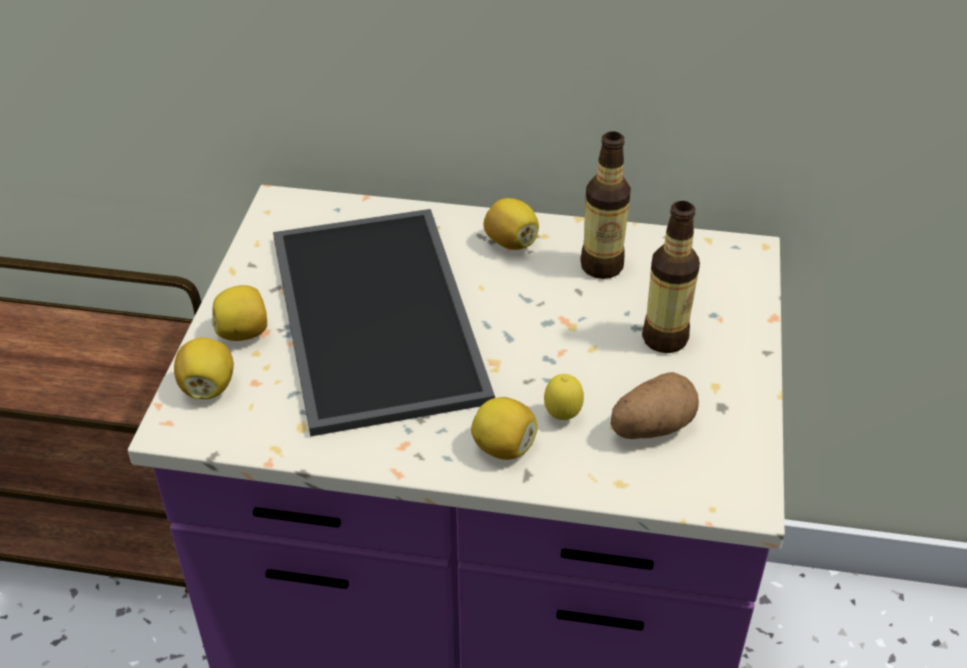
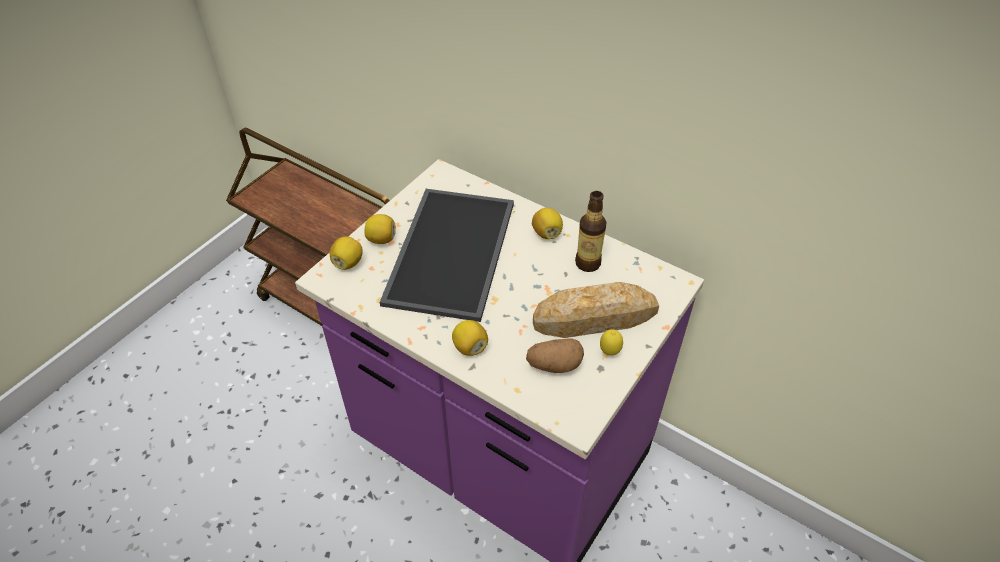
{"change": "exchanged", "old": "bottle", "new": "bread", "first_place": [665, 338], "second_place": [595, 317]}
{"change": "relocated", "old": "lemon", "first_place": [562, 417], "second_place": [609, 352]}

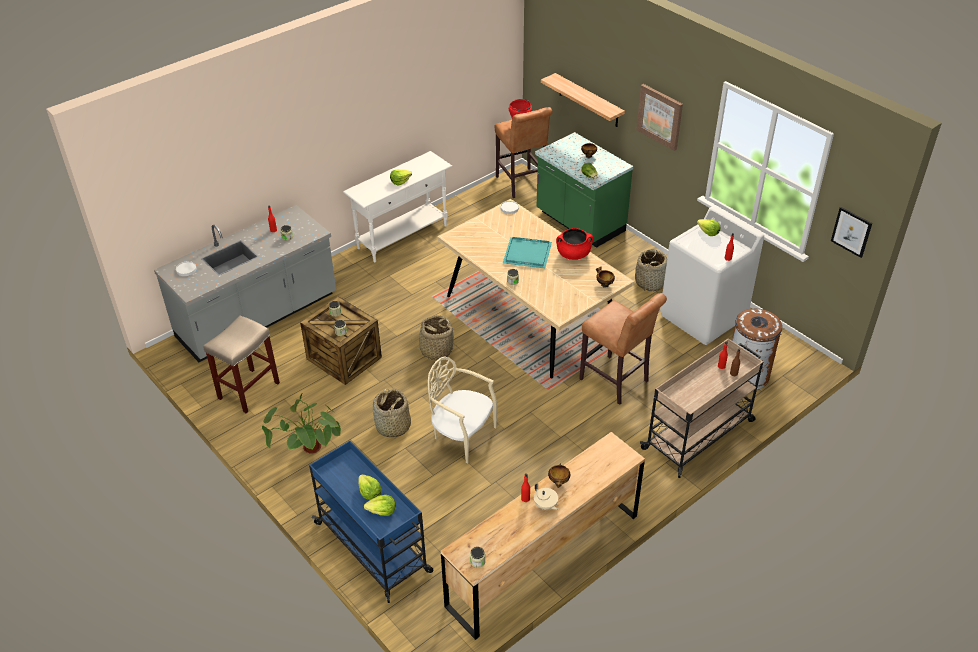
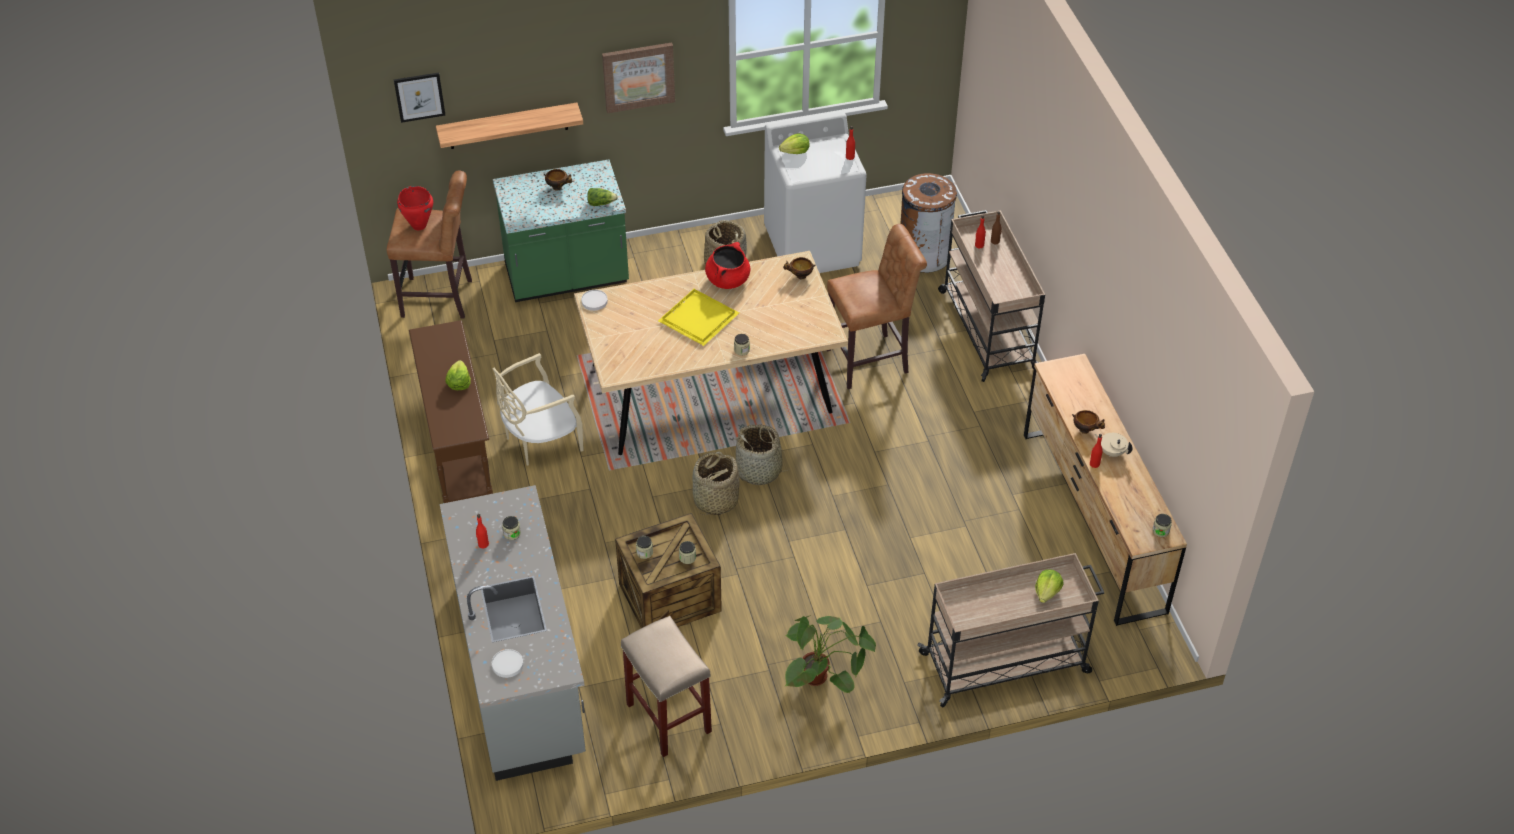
{"change": "relocated", "old": "picture", "first_place": [851, 231], "second_place": [419, 96]}
{"change": "colour", "old": "white console table", "new": "brown console table", "first_place": [403, 237], "second_place": [460, 458]}
{"change": "relocated", "old": "beige chair", "first_place": [462, 435], "second_place": [540, 441]}
{"change": "colour", "old": "turquoise tray", "new": "yellow tray", "first_place": [528, 253], "second_place": [698, 317]}
{"change": "relocated", "old": "basket", "first_place": [393, 426], "second_place": [759, 470]}
{"change": "colour", "old": "blue cart", "new": "beige cart", "first_place": [373, 548], "second_place": [1006, 663]}
{"change": "spun", "old": "beige teapot", "first_place": [545, 506], "second_place": [1111, 452], "degrees": -135}
{"change": "missing", "old": "lettuce", "first_place": [369, 492]}

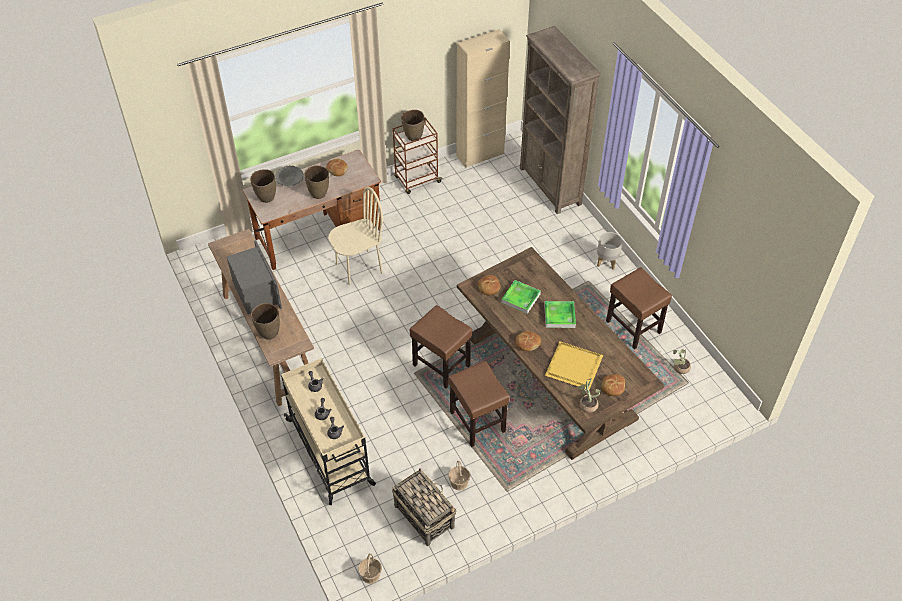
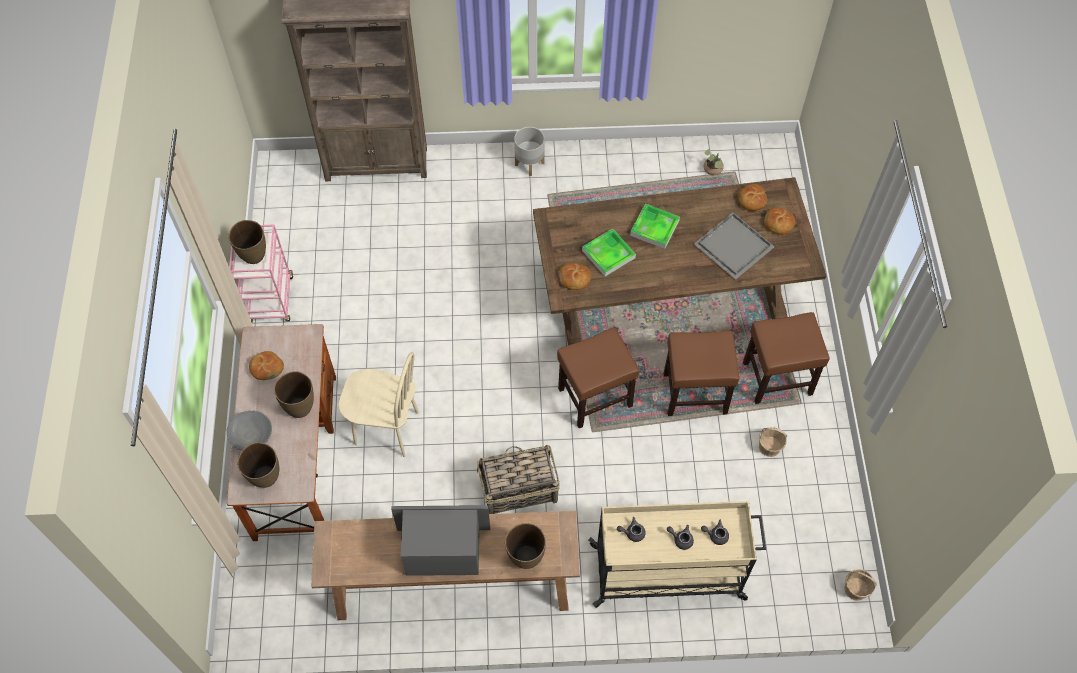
{"change": "colour", "old": "brown cart", "new": "pink cart", "first_place": [417, 180], "second_place": [271, 300]}
{"change": "spun", "old": "beige chair", "first_place": [359, 268], "second_place": [386, 429], "degrees": 105}
{"change": "relocated", "old": "basket", "first_place": [424, 515], "second_place": [518, 490]}
{"change": "colour", "old": "yellow tray", "new": "grey tray", "first_place": [575, 366], "second_place": [733, 245]}
{"change": "relocated", "old": "bread", "first_place": [527, 343], "second_place": [751, 200]}
{"change": "relocated", "old": "brown stool", "first_place": [632, 326], "second_place": [776, 378]}
{"change": "missing", "old": "beige cabinet", "first_place": [480, 155]}
{"change": "missing", "old": "potted plant", "first_place": [587, 404]}

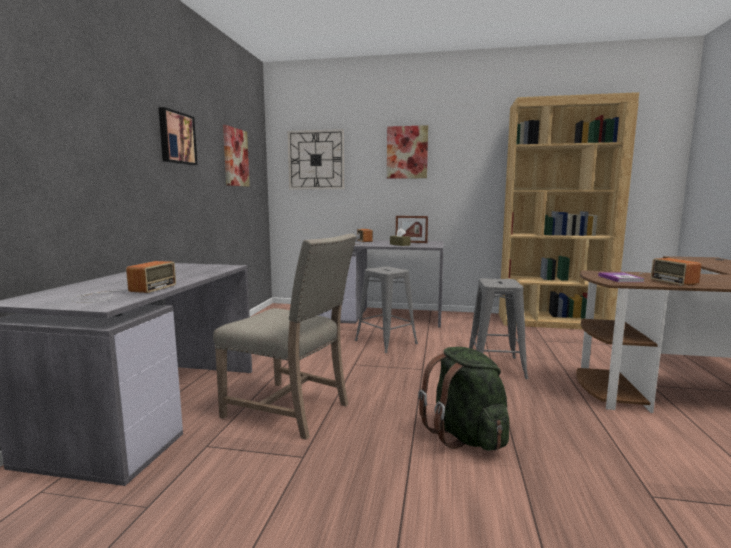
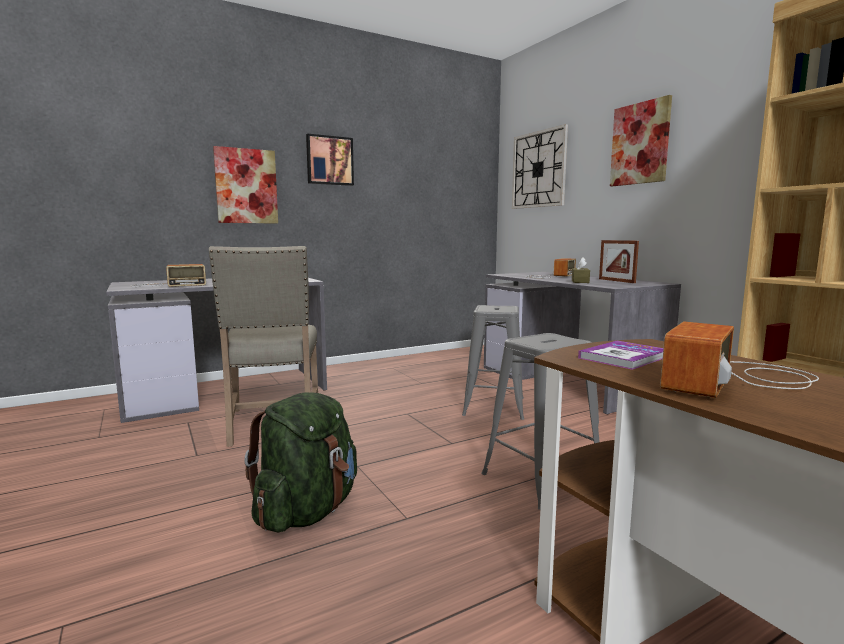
{"change": "relocated", "old": "picture", "first_place": [235, 157], "second_place": [246, 186]}

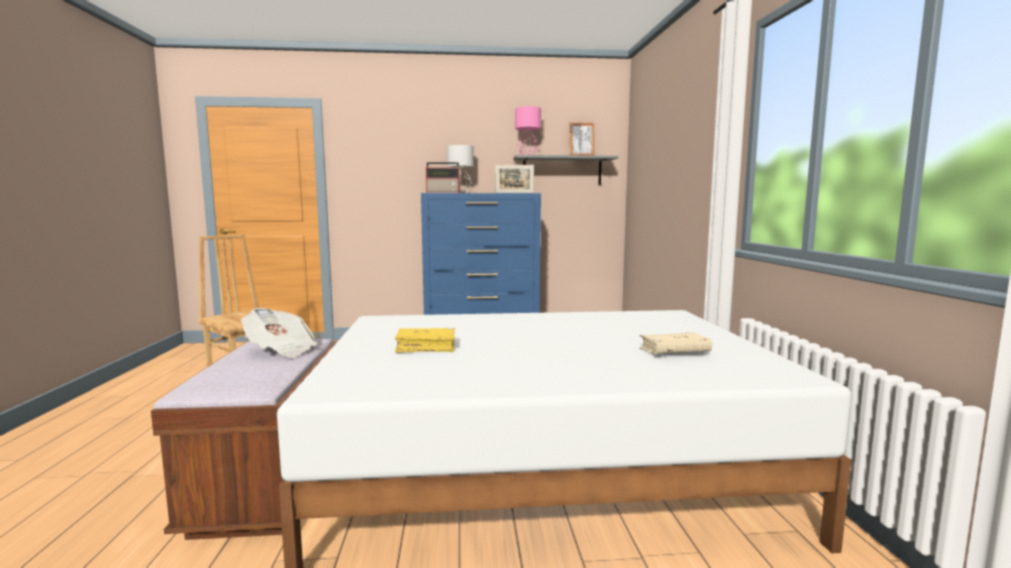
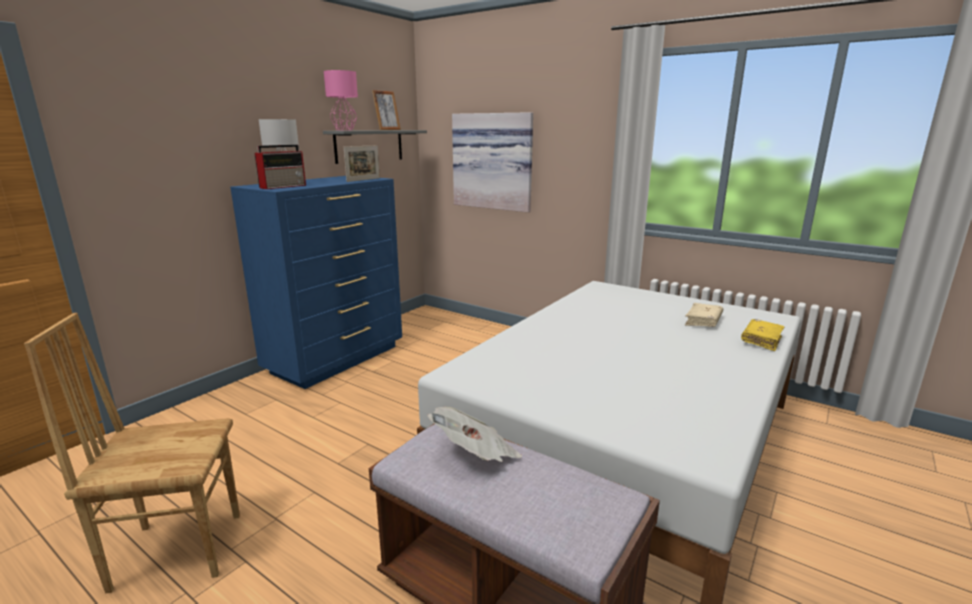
{"change": "appeared", "new": "picture", "second_place": [493, 161]}
{"change": "relocated", "old": "yellow book", "first_place": [426, 347], "second_place": [761, 340]}

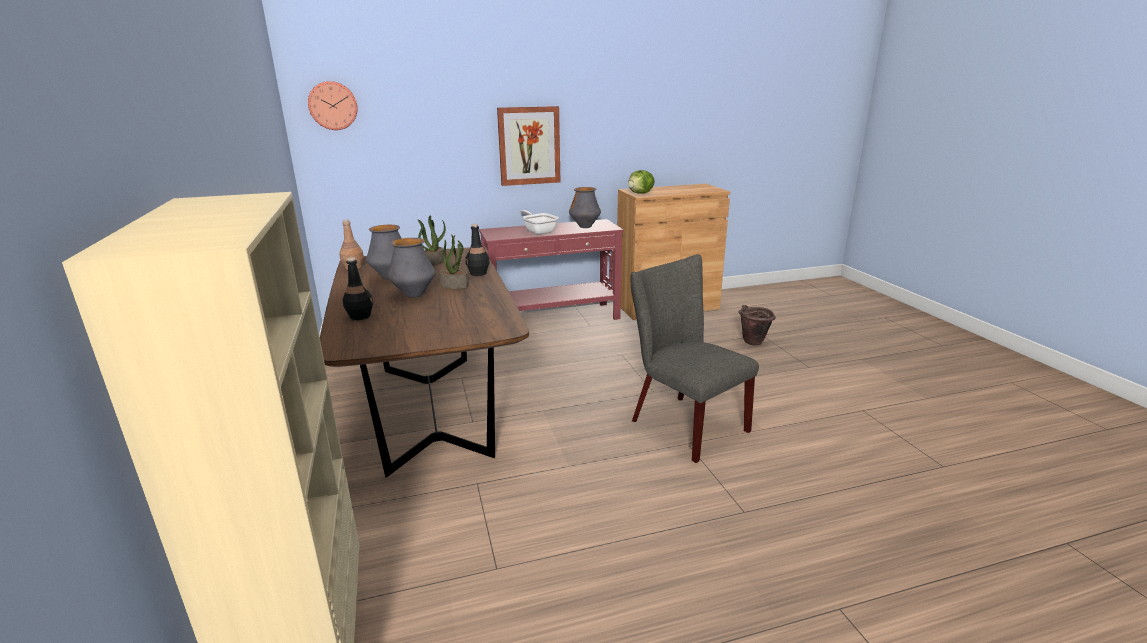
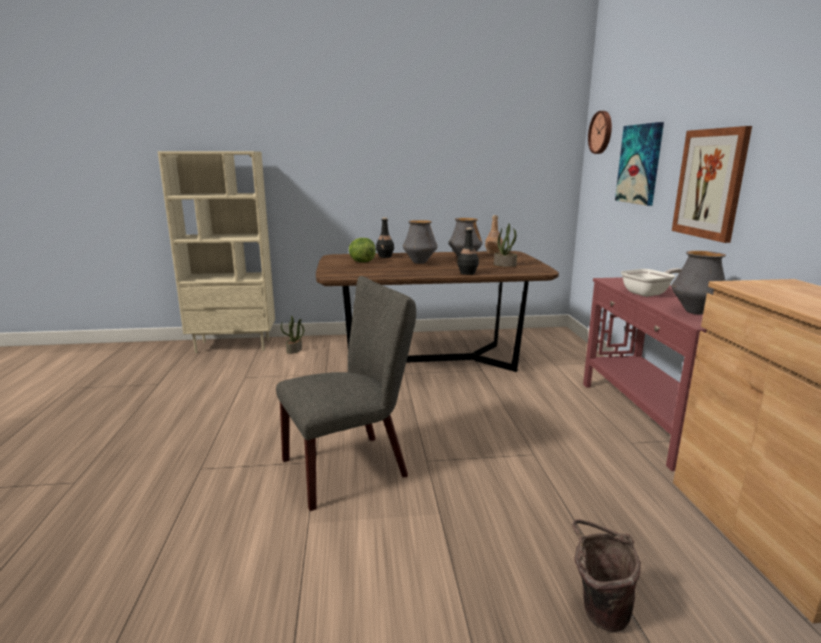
{"change": "relocated", "old": "potted plant", "first_place": [455, 285], "second_place": [294, 350]}
{"change": "relocated", "old": "lettuce", "first_place": [640, 193], "second_place": [361, 262]}
{"change": "appeared", "new": "picture", "second_place": [640, 164]}

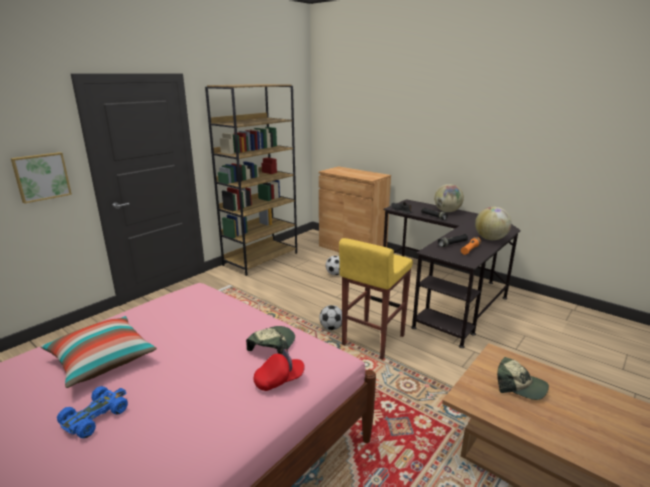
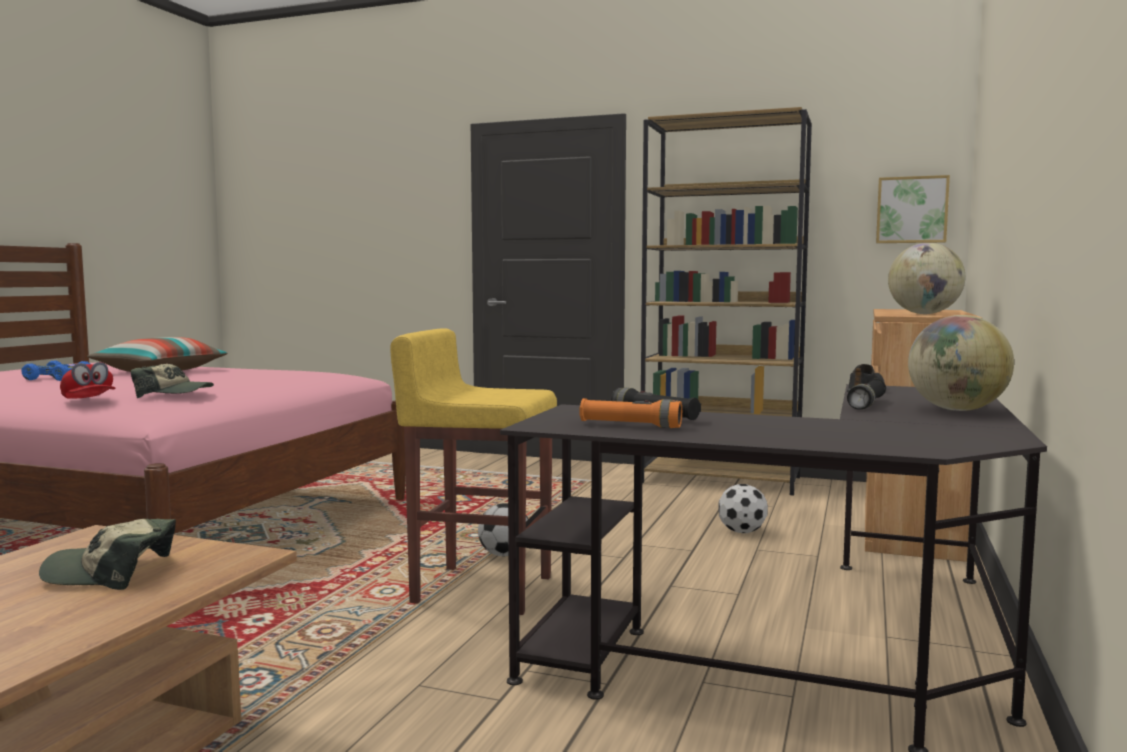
{"change": "spun", "old": "cap", "first_place": [520, 386], "second_place": [111, 573], "degrees": 75}
{"change": "relocated", "old": "picture", "first_place": [41, 176], "second_place": [911, 210]}
{"change": "relocated", "old": "globe", "first_place": [490, 239], "second_place": [924, 314]}

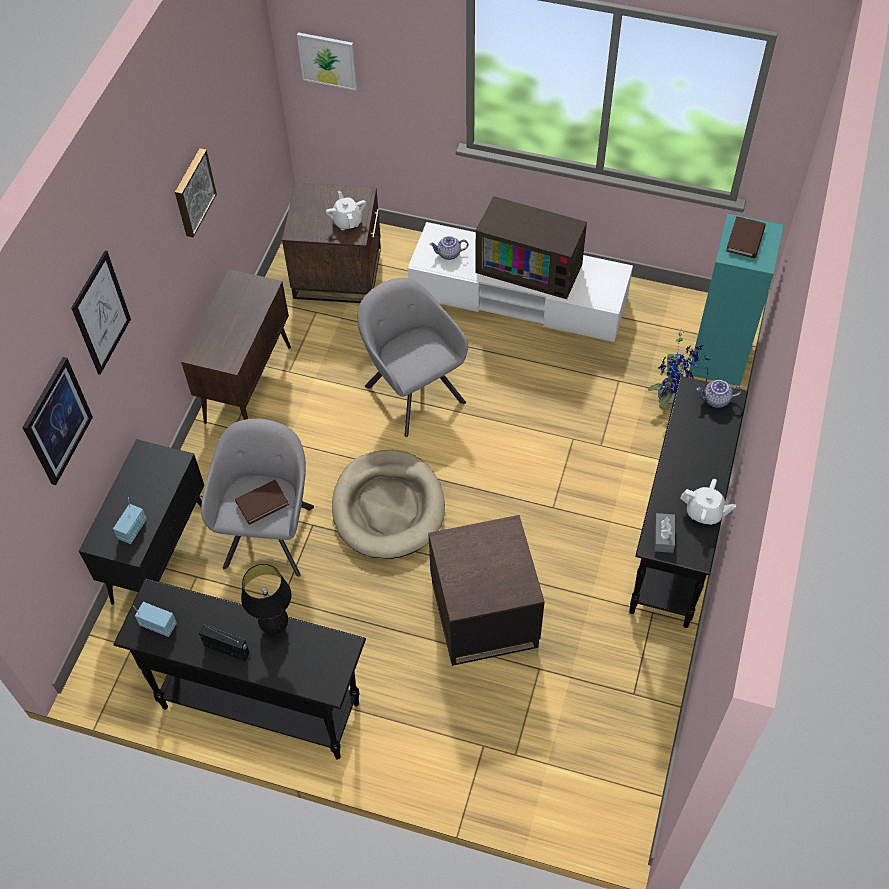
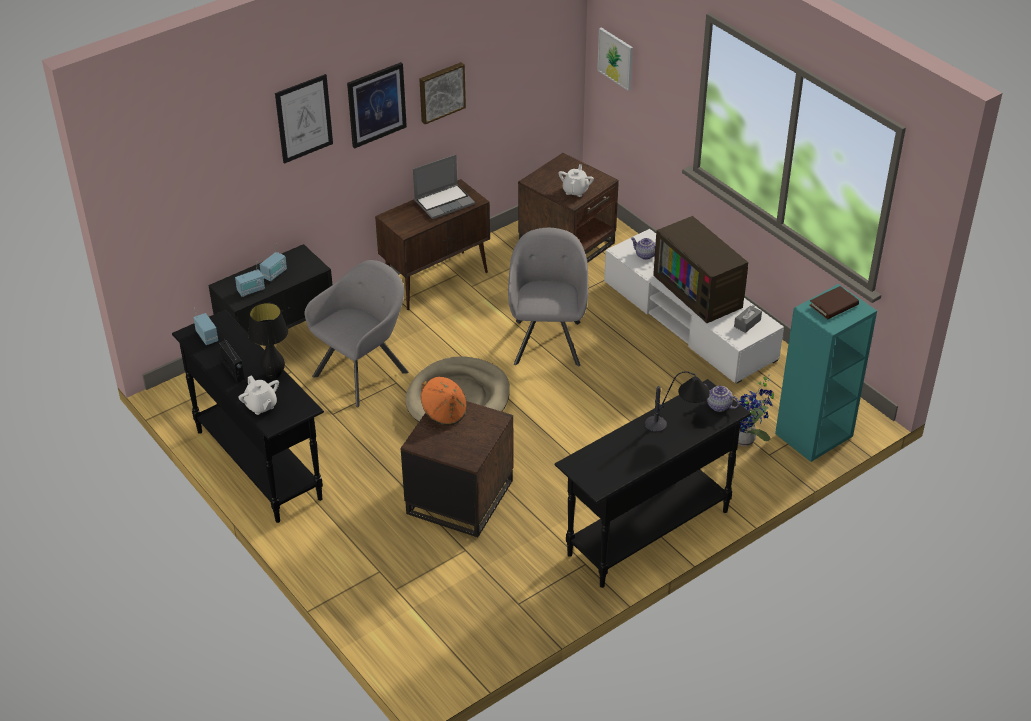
{"change": "relocated", "old": "white teapot", "first_place": [704, 512], "second_place": [261, 406]}
{"change": "appeared", "new": "radio", "second_place": [274, 274]}
{"change": "relocated", "old": "picture", "first_place": [57, 421], "second_place": [376, 104]}
{"change": "appeared", "new": "laptop", "second_place": [444, 202]}
{"change": "appeared", "new": "orange hat", "second_place": [444, 412]}
{"change": "appeared", "new": "table lamp", "second_place": [678, 421]}
{"change": "relocated", "old": "grey tissue box", "first_place": [663, 536], "second_place": [747, 323]}
{"change": "missing", "old": "brown book", "first_place": [262, 503]}

